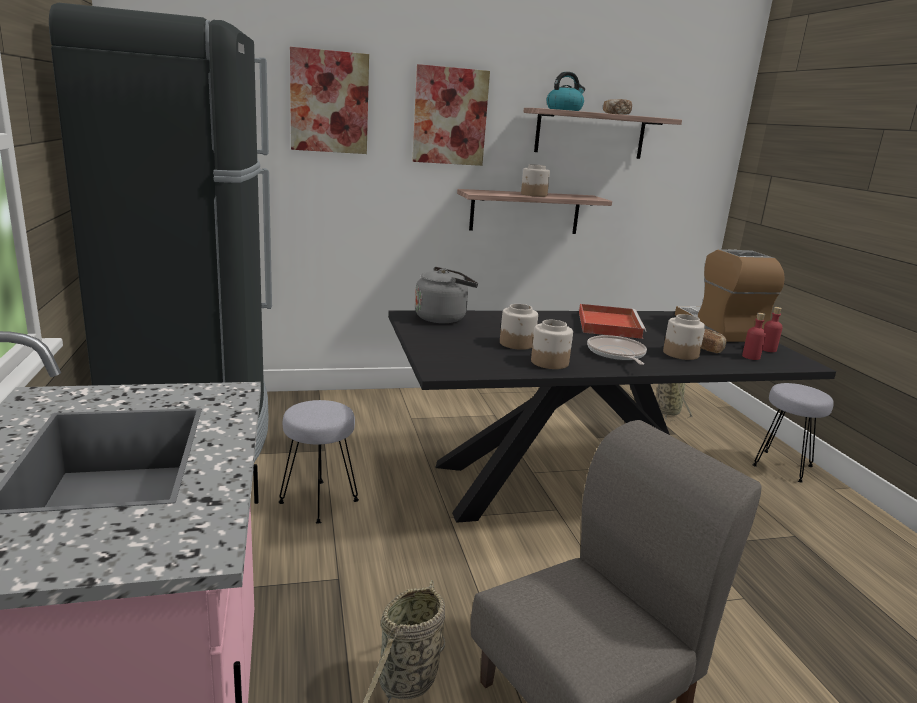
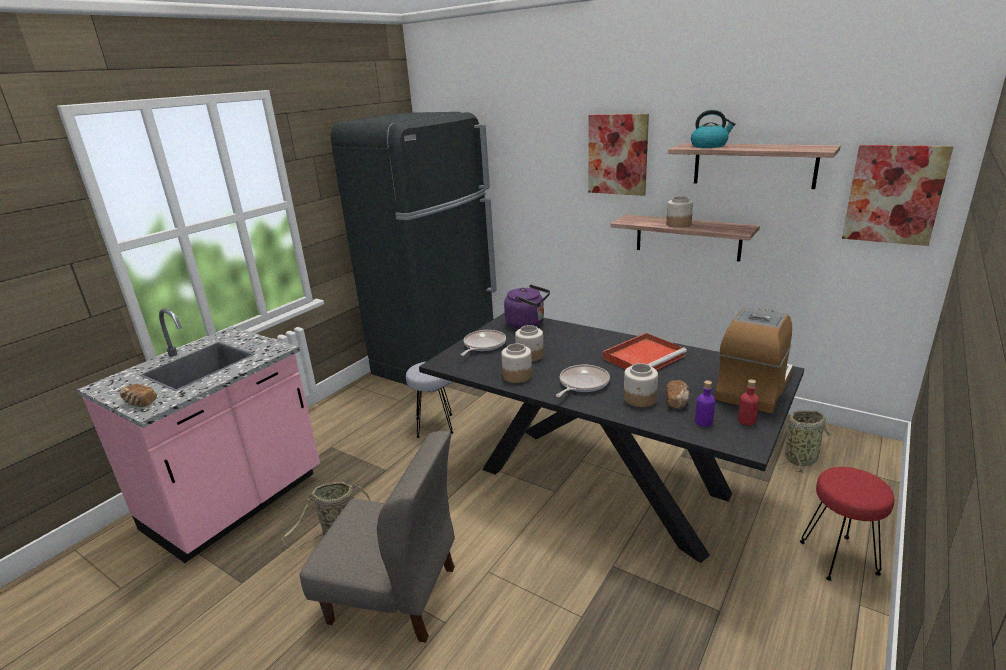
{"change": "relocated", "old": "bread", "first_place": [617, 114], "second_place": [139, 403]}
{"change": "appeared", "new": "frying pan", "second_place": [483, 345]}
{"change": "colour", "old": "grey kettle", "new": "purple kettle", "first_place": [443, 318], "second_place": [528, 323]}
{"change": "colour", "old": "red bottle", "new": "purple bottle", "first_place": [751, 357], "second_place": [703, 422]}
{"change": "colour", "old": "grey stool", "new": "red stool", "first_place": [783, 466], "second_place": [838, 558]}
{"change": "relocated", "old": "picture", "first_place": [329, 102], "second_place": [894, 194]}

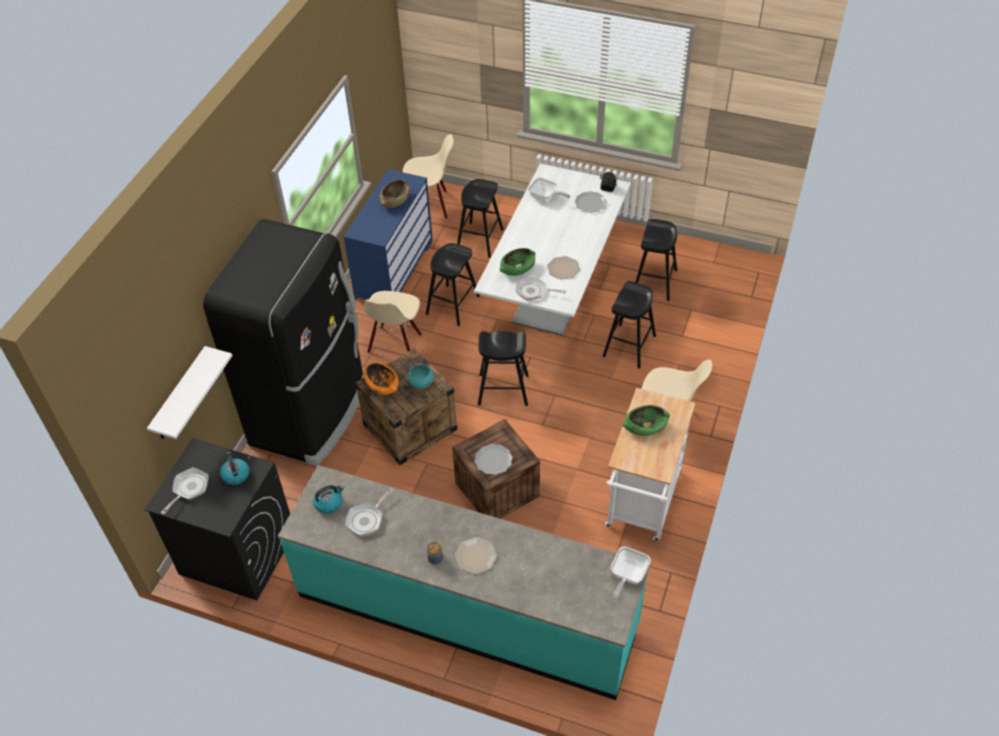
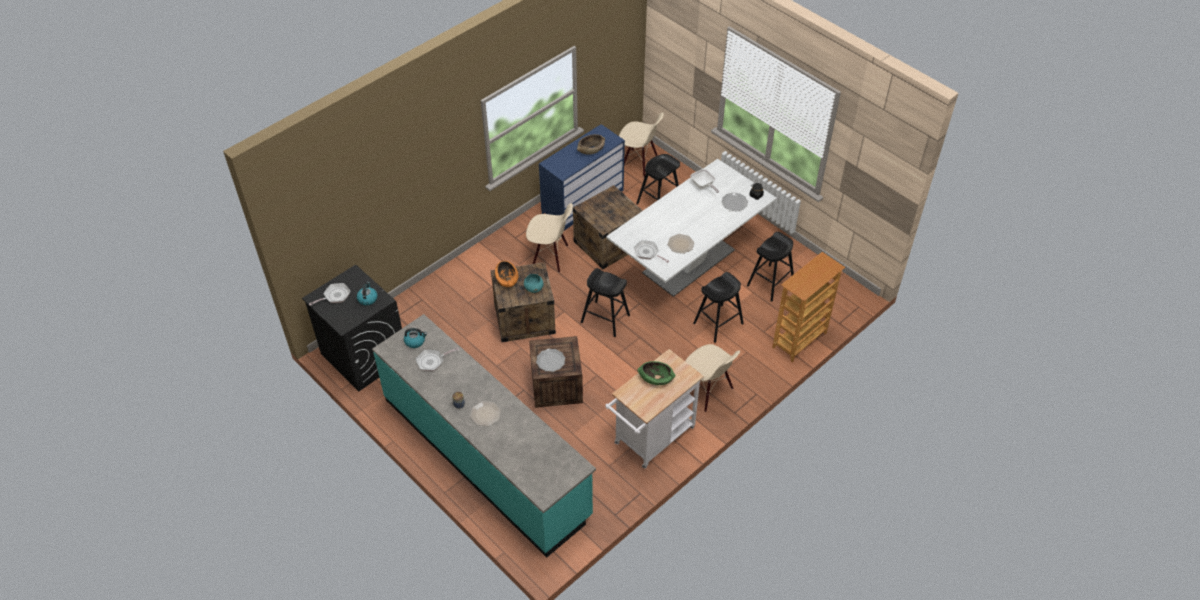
{"change": "spun", "old": "beige chair", "first_place": [395, 344], "second_place": [550, 256], "degrees": -120}
{"change": "exchanged", "old": "black stool", "new": "crate", "first_place": [452, 305], "second_place": [608, 243]}
{"change": "appeared", "new": "bookcase", "second_place": [799, 341]}
{"change": "missing", "old": "white shelf", "first_place": [180, 395]}
{"change": "missing", "old": "black fridge", "first_place": [311, 412]}
{"change": "missing", "old": "green bowl", "first_place": [517, 268]}
{"change": "missing", "old": "frying pan", "first_place": [627, 576]}

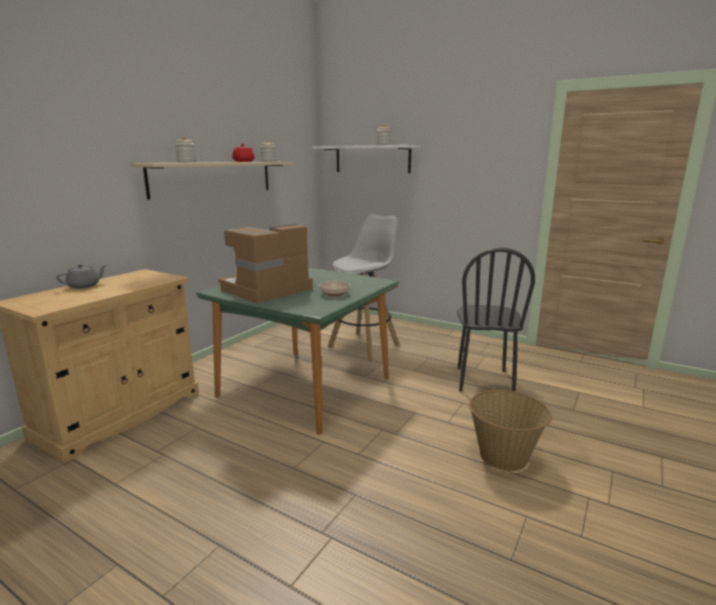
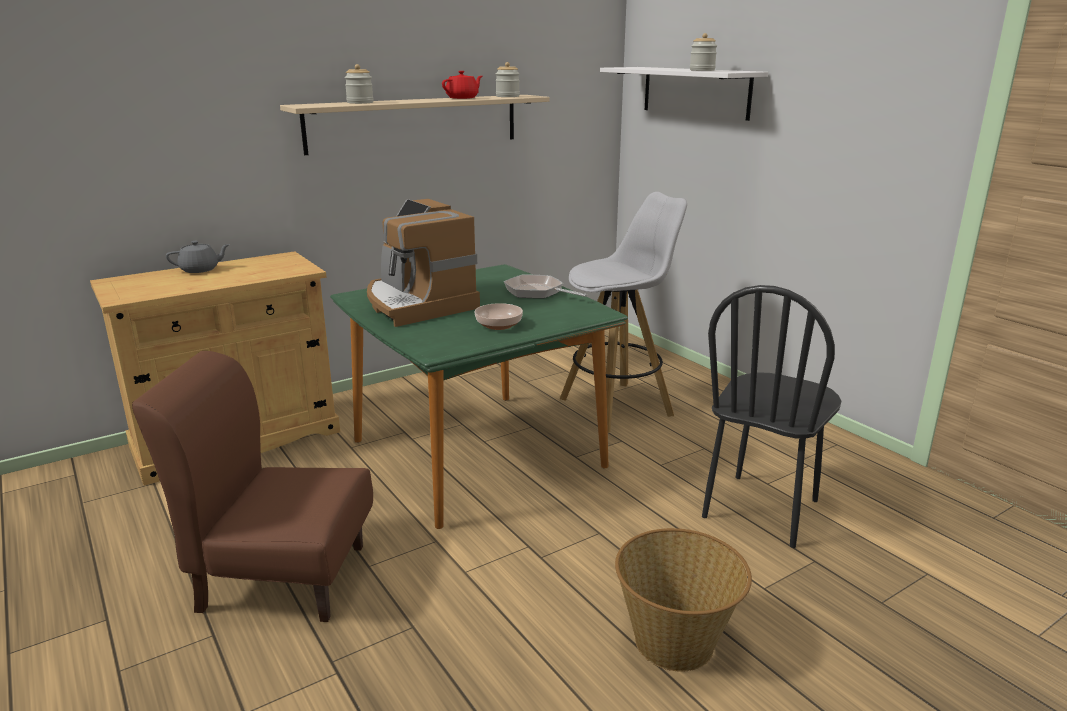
{"change": "appeared", "new": "brown chair", "second_place": [282, 576]}
{"change": "spun", "old": "coffee machine", "first_place": [266, 290], "second_place": [417, 304], "degrees": -105}
{"change": "appeared", "new": "frying pan", "second_place": [537, 292]}

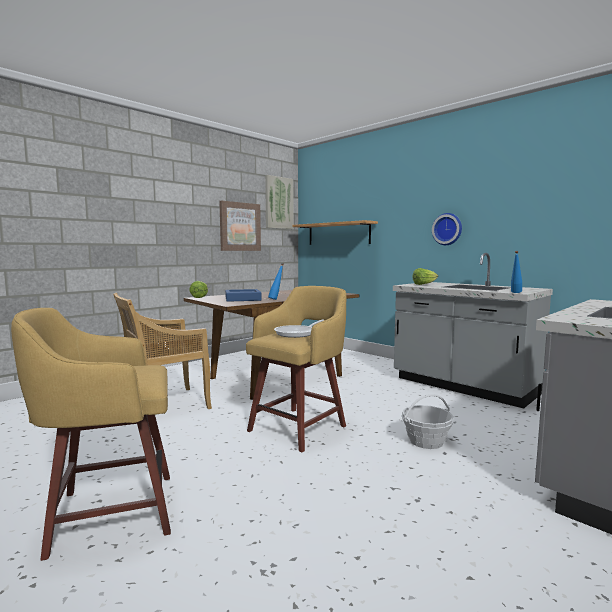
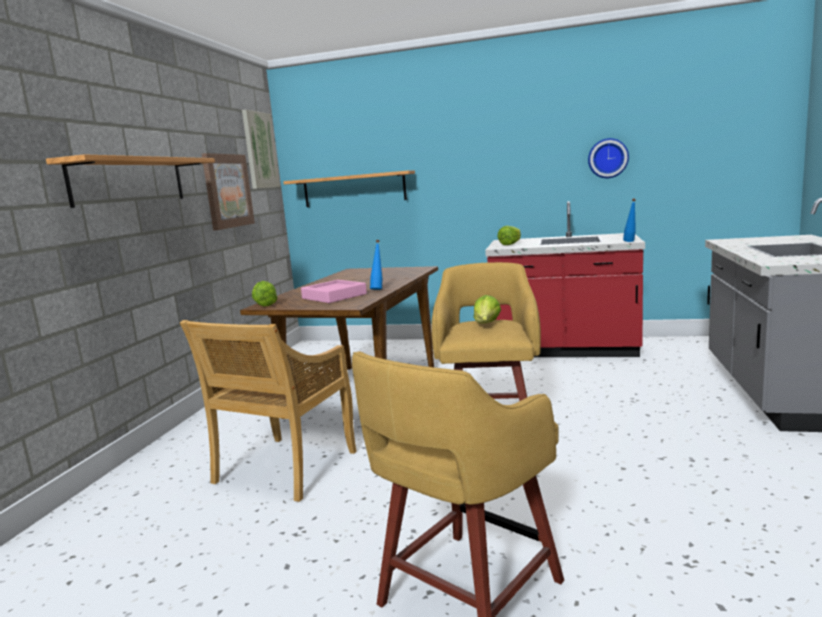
{"change": "appeared", "new": "shelf", "second_place": [129, 181]}
{"change": "colour", "old": "blue tray", "new": "pink tray", "first_place": [242, 299], "second_place": [334, 296]}
{"change": "exchanged", "old": "frying pan", "new": "lettuce", "first_place": [298, 333], "second_place": [486, 325]}
{"change": "colour", "old": "grey counter", "new": "red counter", "first_place": [463, 386], "second_place": [564, 350]}
{"change": "relocated", "old": "wall clock", "first_place": [447, 229], "second_place": [608, 158]}
{"change": "missing", "old": "basket", "first_place": [426, 441]}

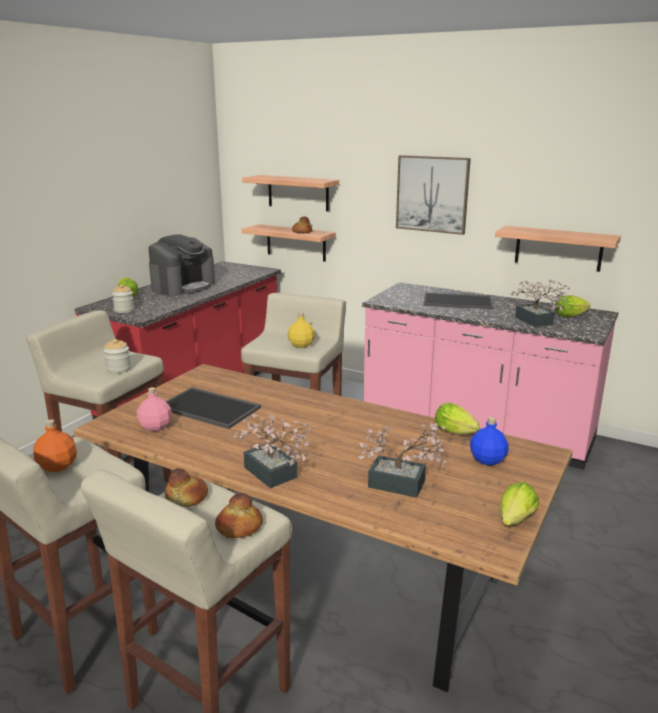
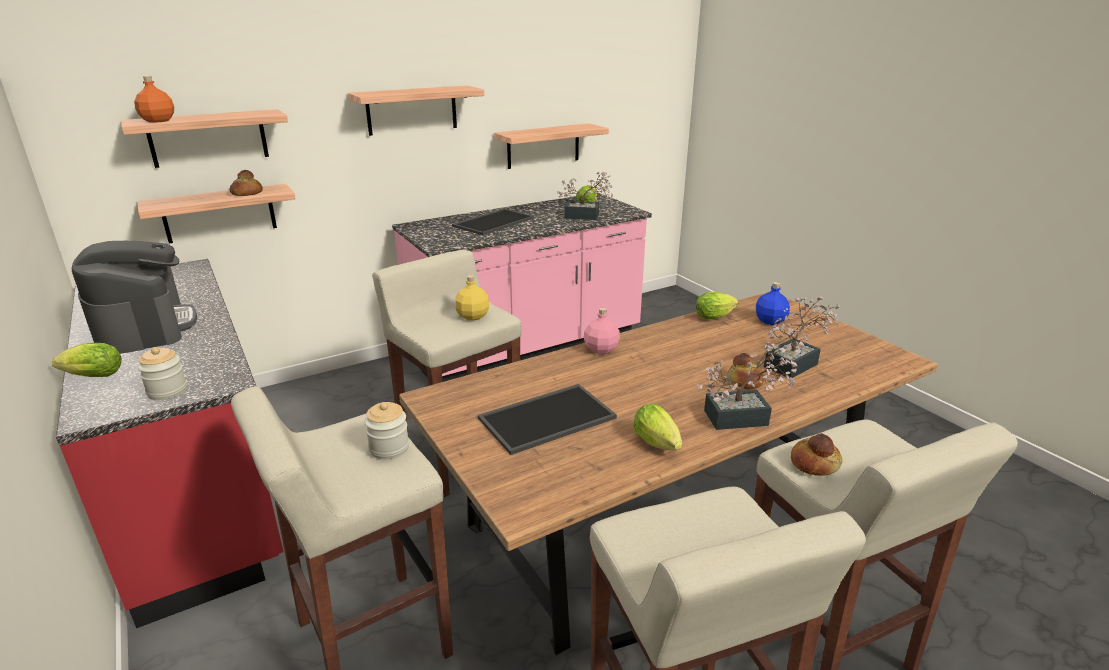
{"change": "relocated", "old": "orange bottle", "first_place": [58, 466], "second_place": [158, 121]}
{"change": "exchanged", "old": "picture", "new": "shelf", "first_place": [432, 194], "second_place": [412, 110]}
{"change": "relocated", "old": "pink bottle", "first_place": [156, 427], "second_place": [601, 349]}
{"change": "relocated", "old": "lettuce", "first_place": [514, 521], "second_place": [659, 445]}
{"change": "relocated", "old": "bread", "first_place": [239, 527], "second_place": [745, 381]}

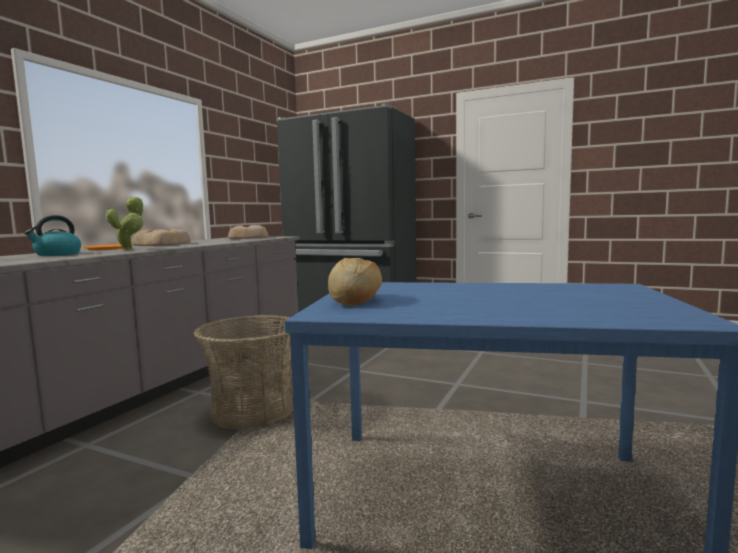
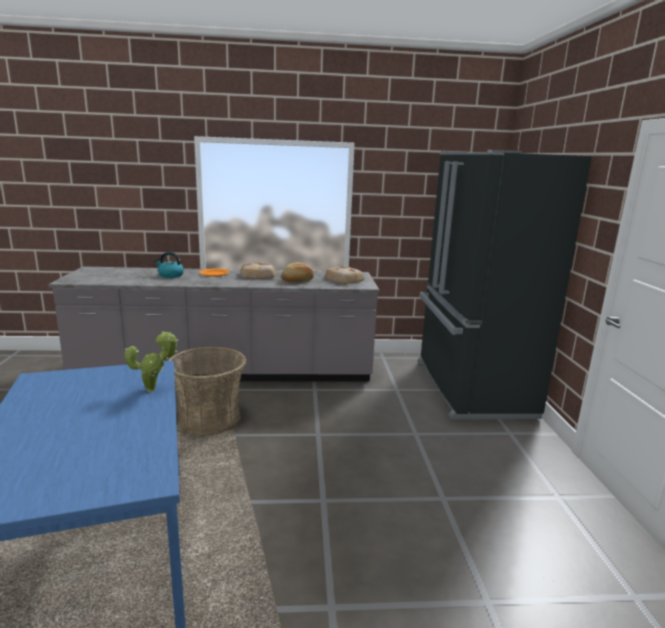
{"change": "relocated", "old": "potted plant", "first_place": [130, 249], "second_place": [154, 389]}
{"change": "relocated", "old": "bread", "first_place": [354, 300], "second_place": [297, 280]}

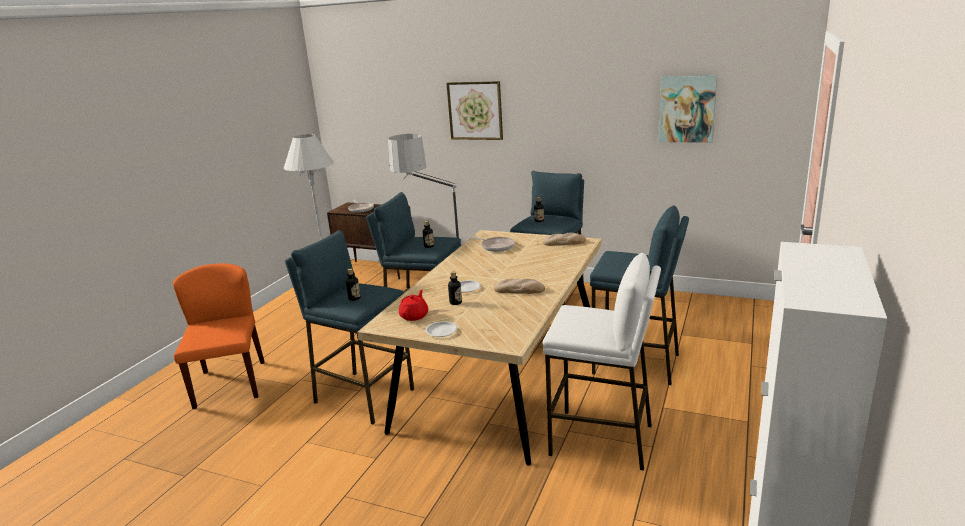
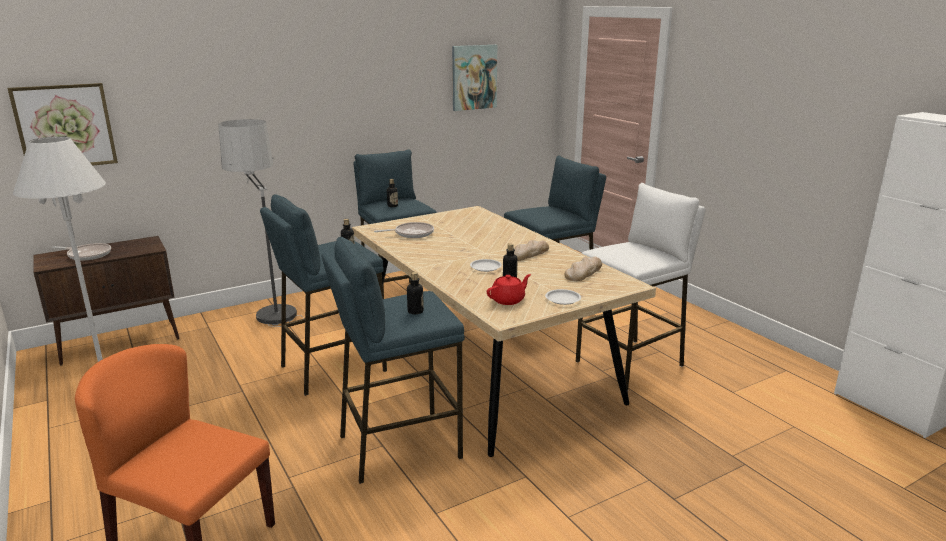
{"change": "relocated", "old": "picture", "first_place": [475, 110], "second_place": [65, 126]}
{"change": "spun", "old": "red teapot", "first_place": [414, 316], "second_place": [508, 300], "degrees": 90}
{"change": "relocated", "old": "bread", "first_place": [564, 242], "second_place": [583, 272]}

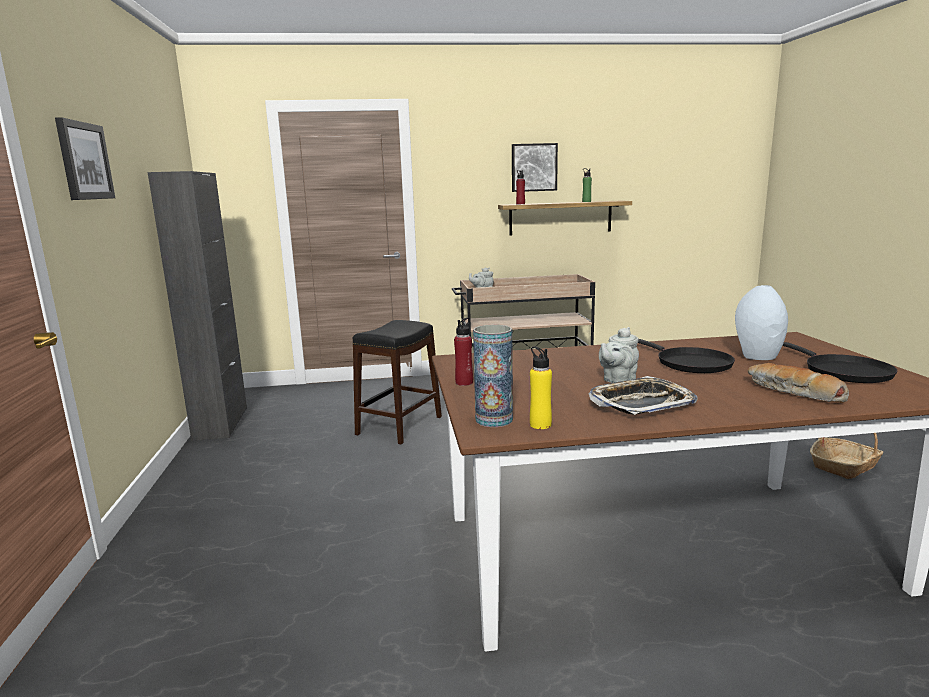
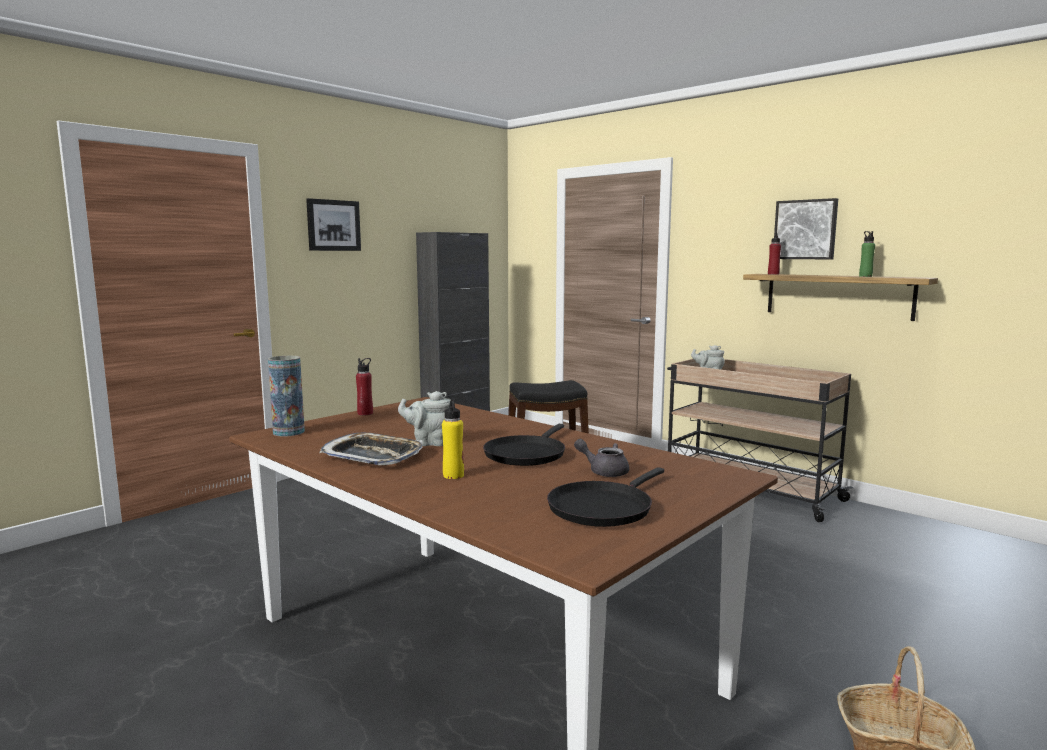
{"change": "relocated", "old": "yellow bottle", "first_place": [540, 425], "second_place": [453, 475]}
{"change": "exchanged", "old": "grey vase", "new": "grey teapot", "first_place": [757, 356], "second_place": [604, 471]}
{"change": "missing", "old": "bread", "first_place": [793, 393]}

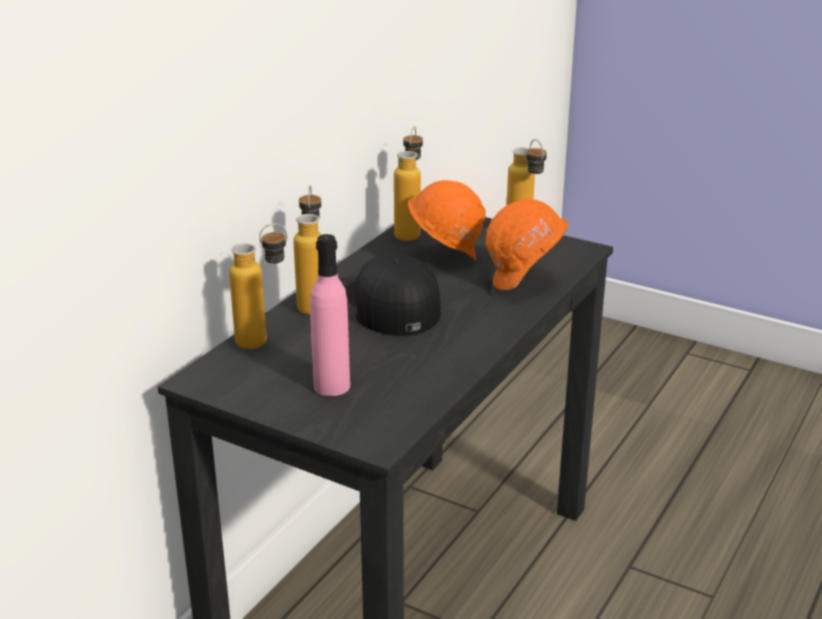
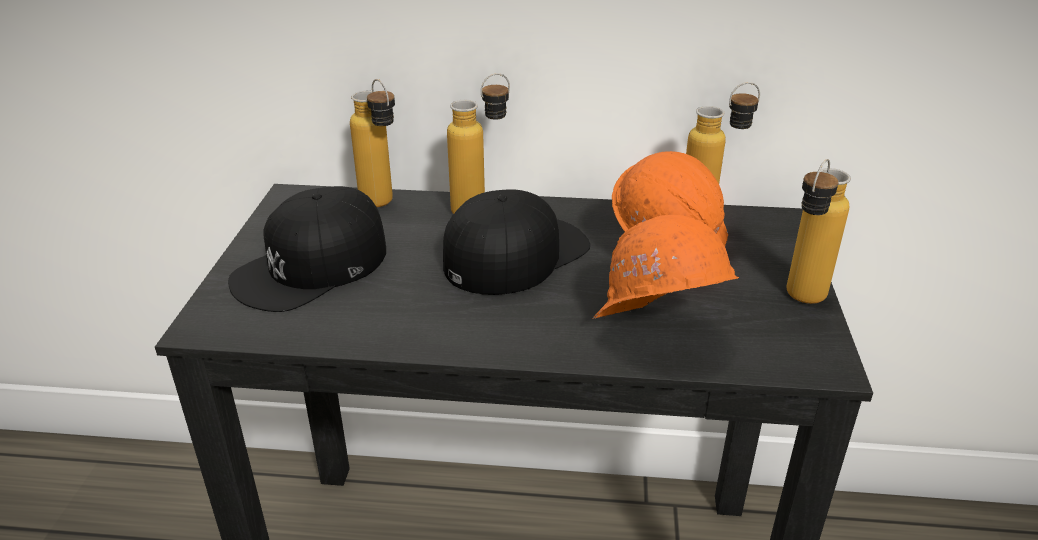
{"change": "exchanged", "old": "pink bottle", "new": "black cap", "first_place": [331, 386], "second_place": [312, 266]}

